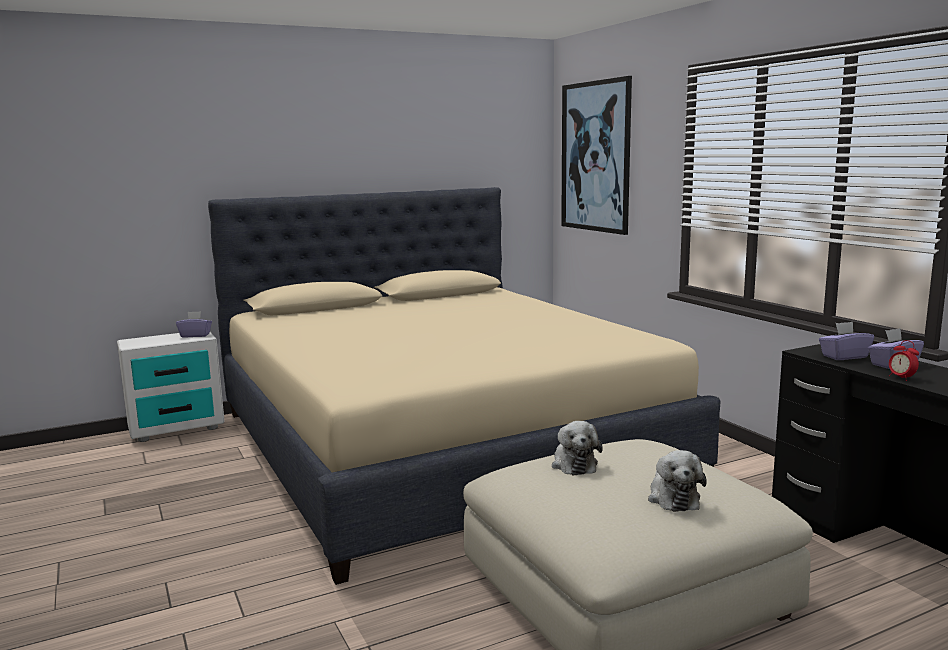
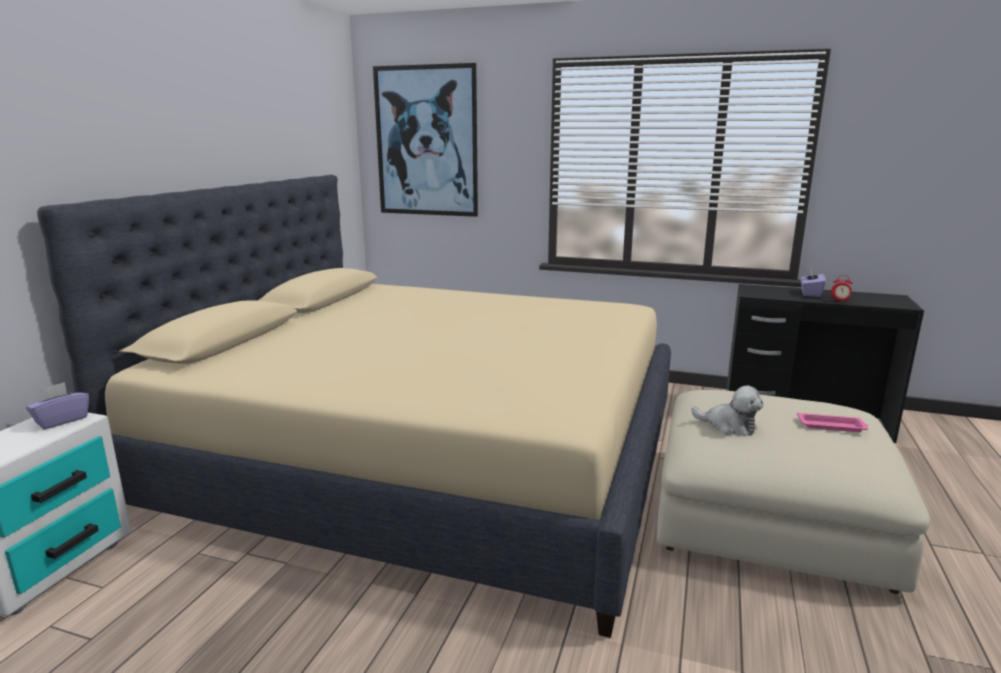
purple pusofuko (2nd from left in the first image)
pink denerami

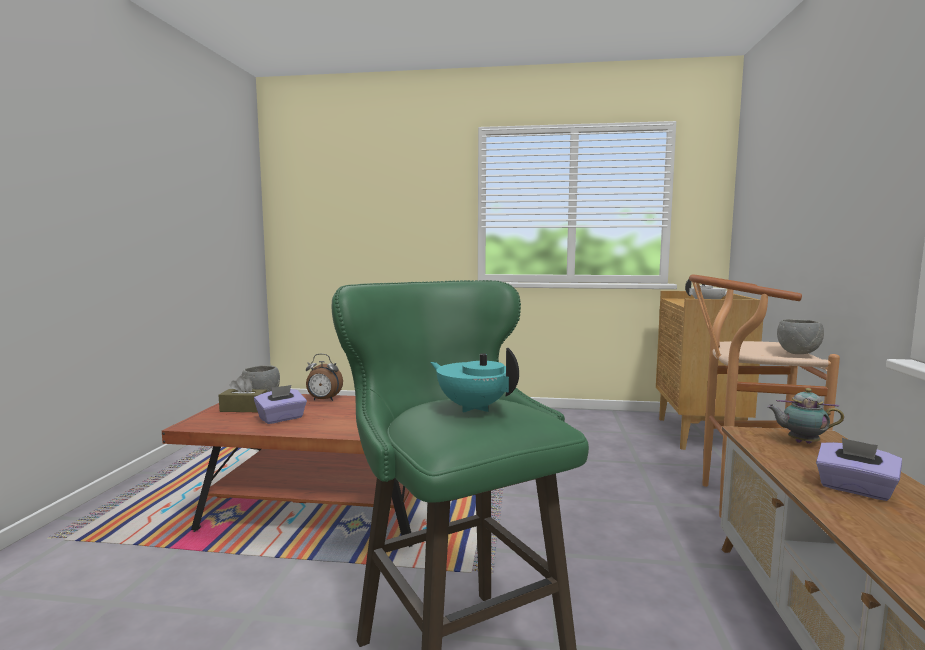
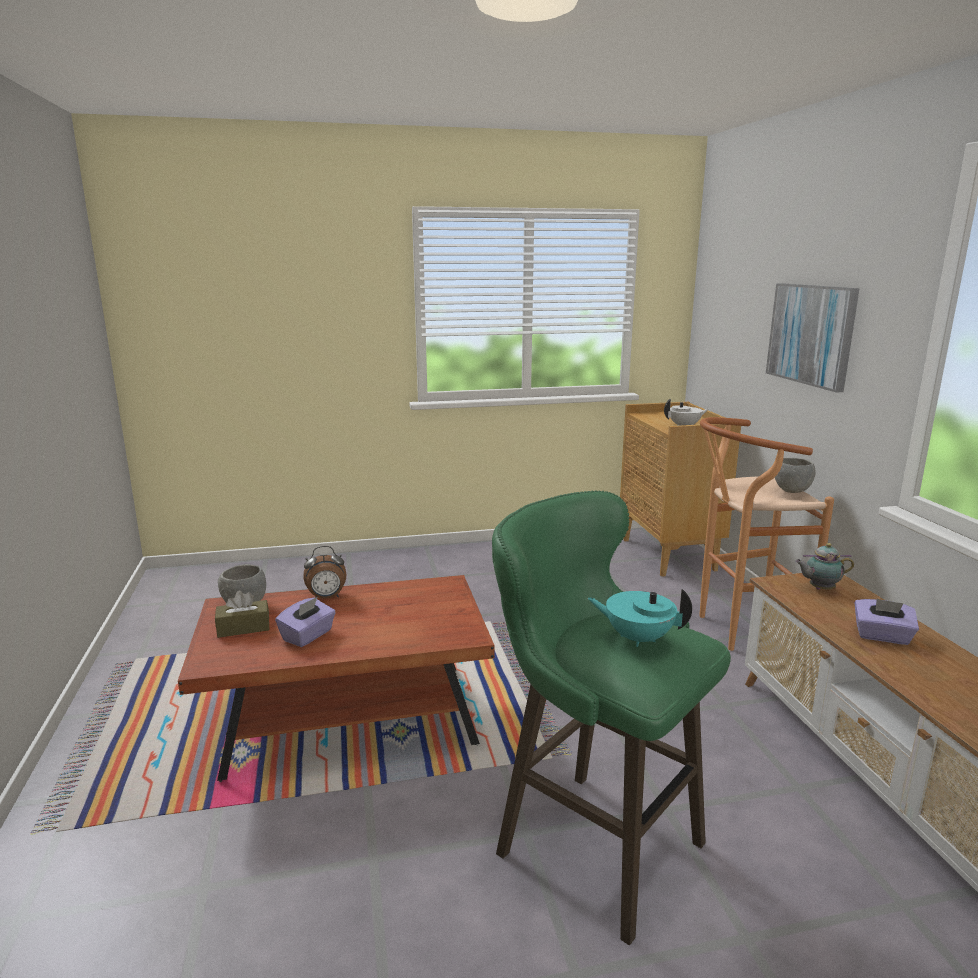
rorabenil

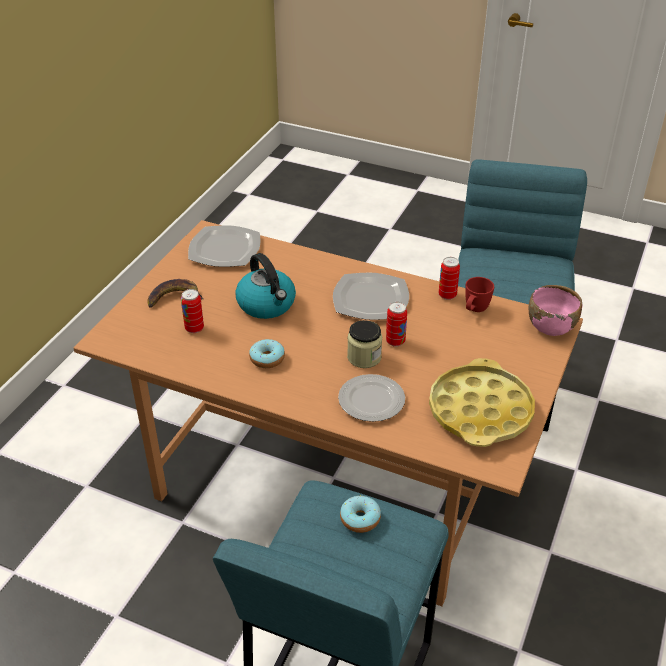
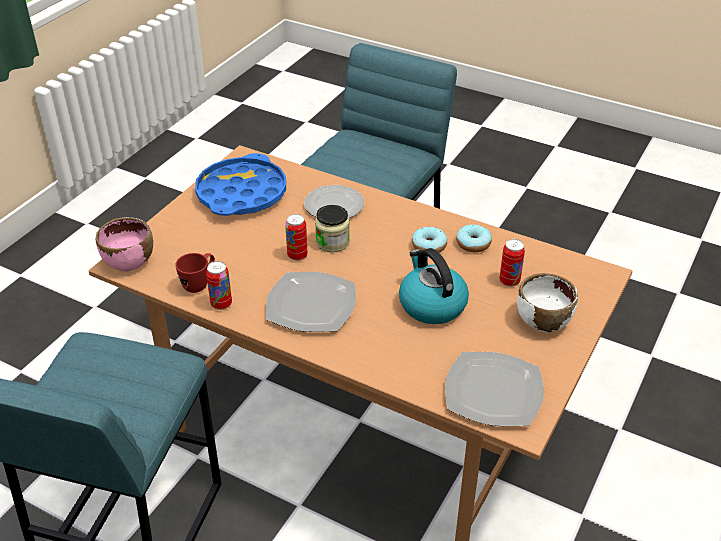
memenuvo (2nd from left)
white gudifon
blue denerami

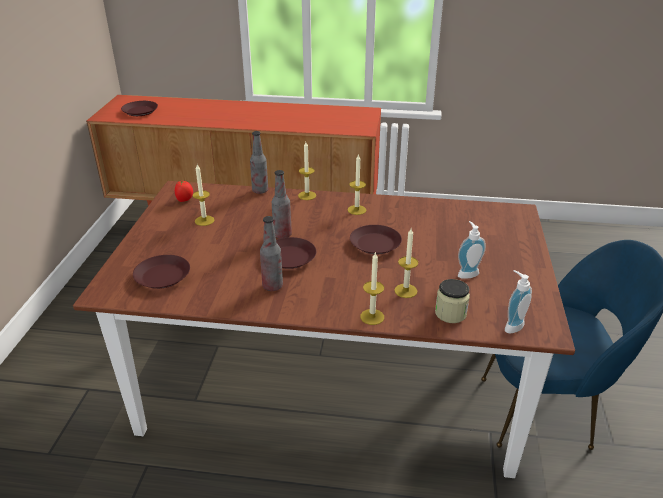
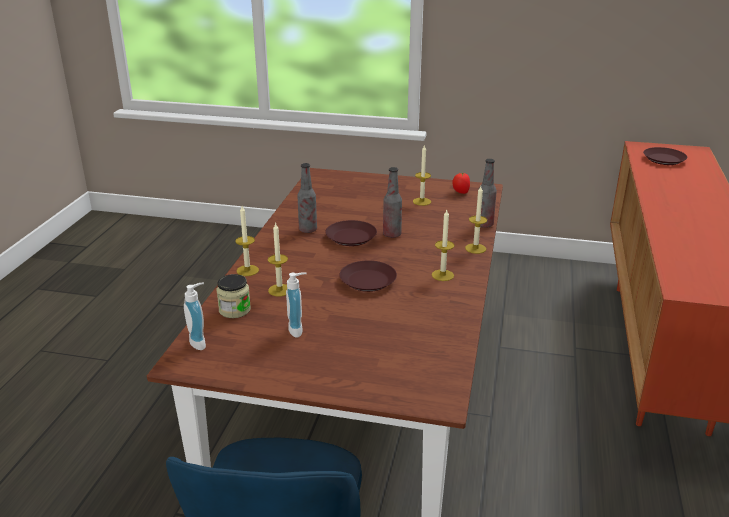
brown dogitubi (2nd from left in the first image)

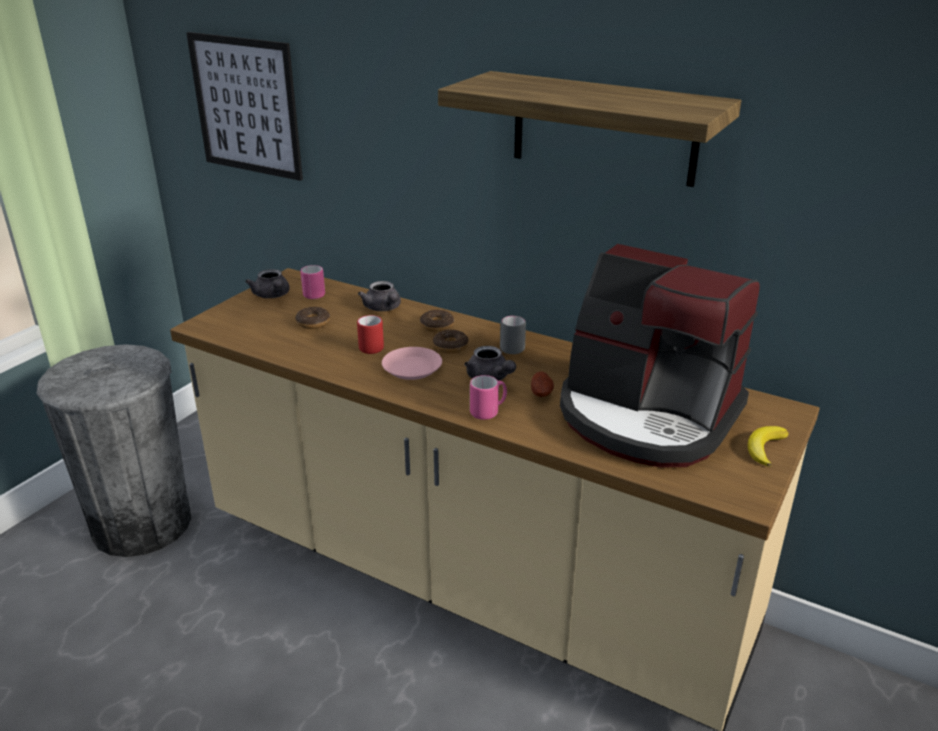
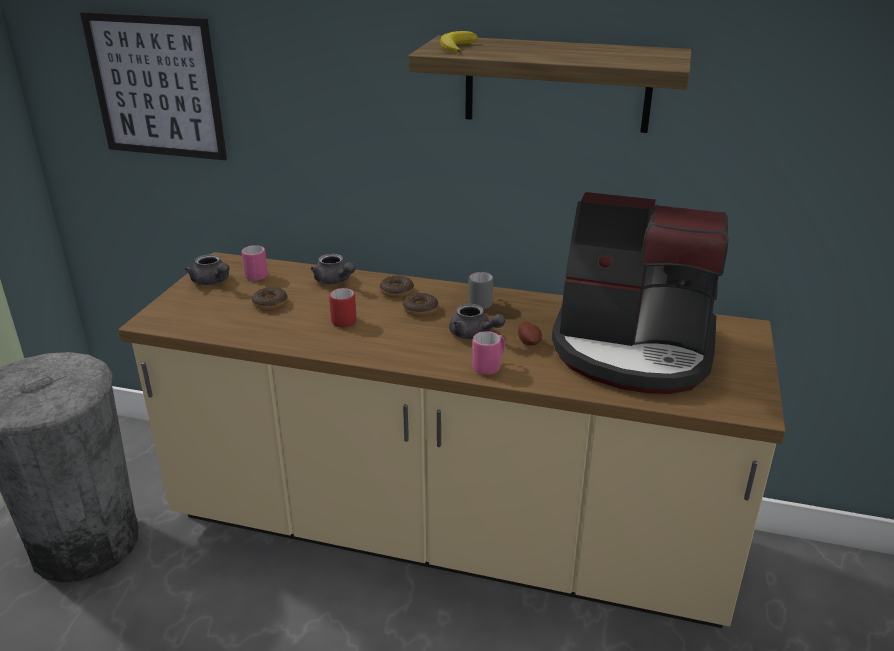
pink dogitubi
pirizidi

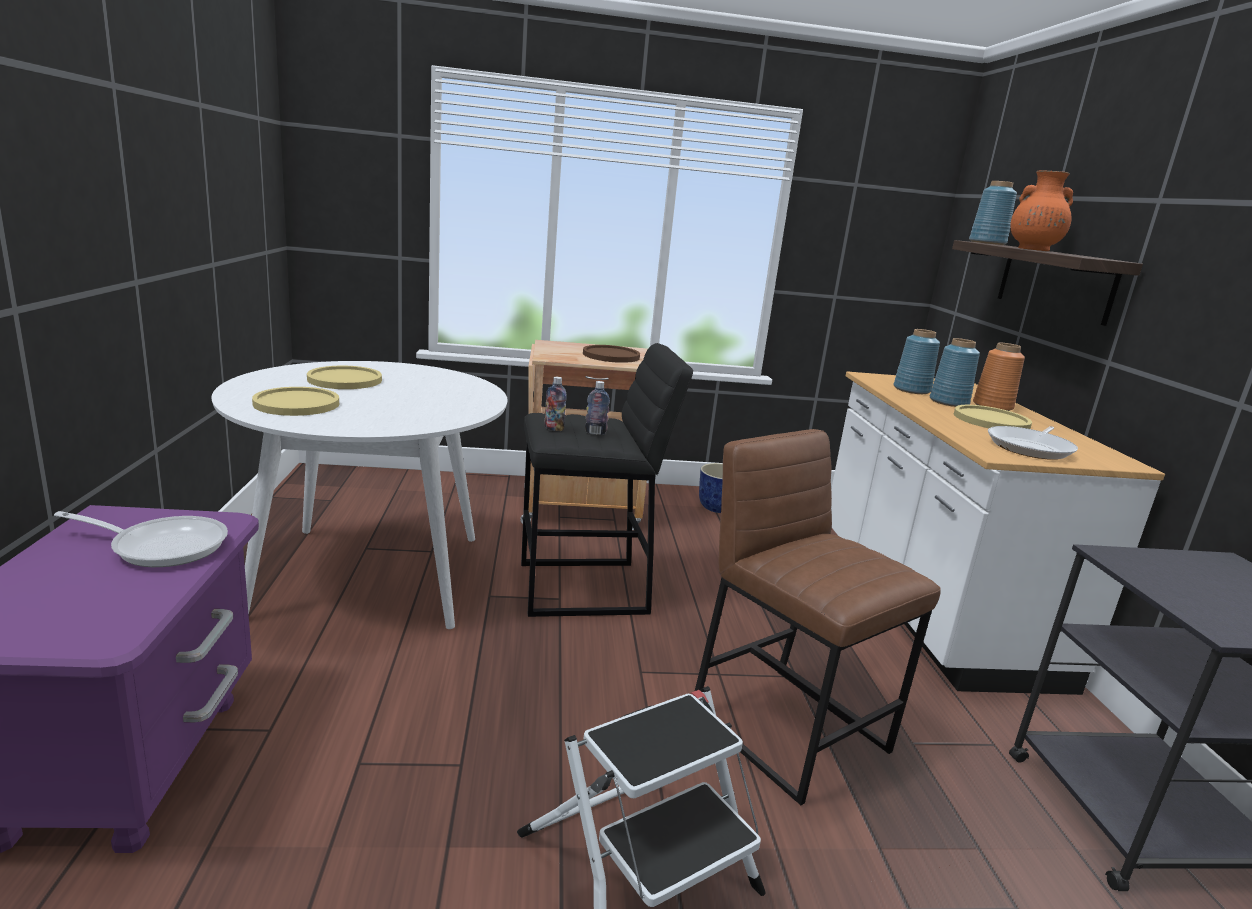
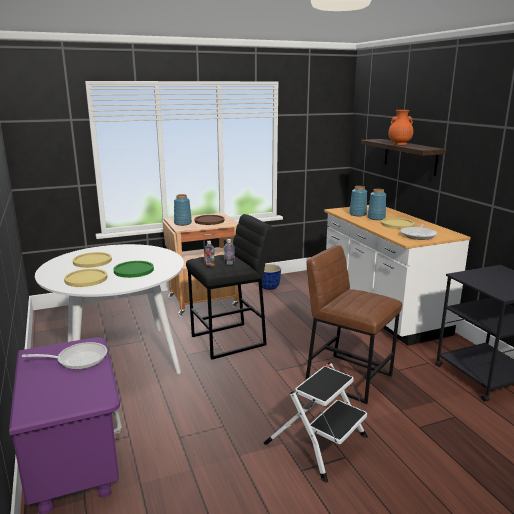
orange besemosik (1st from left in the first image)
green dogitubi
blue besemosik (1st from left)

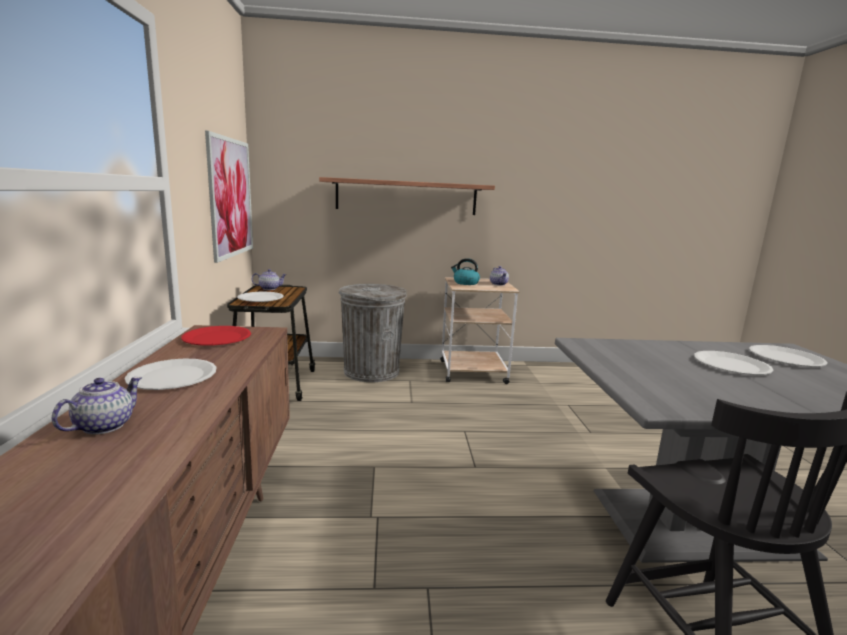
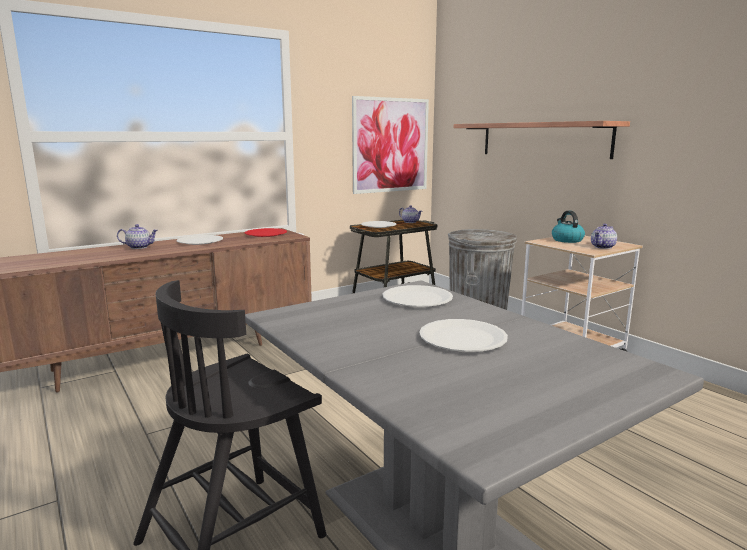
white dogitubi (3rd from left)

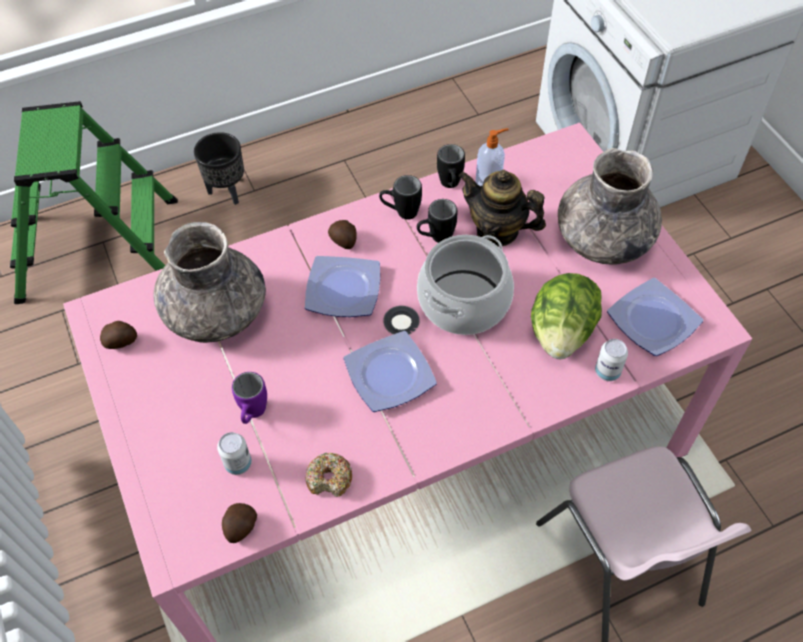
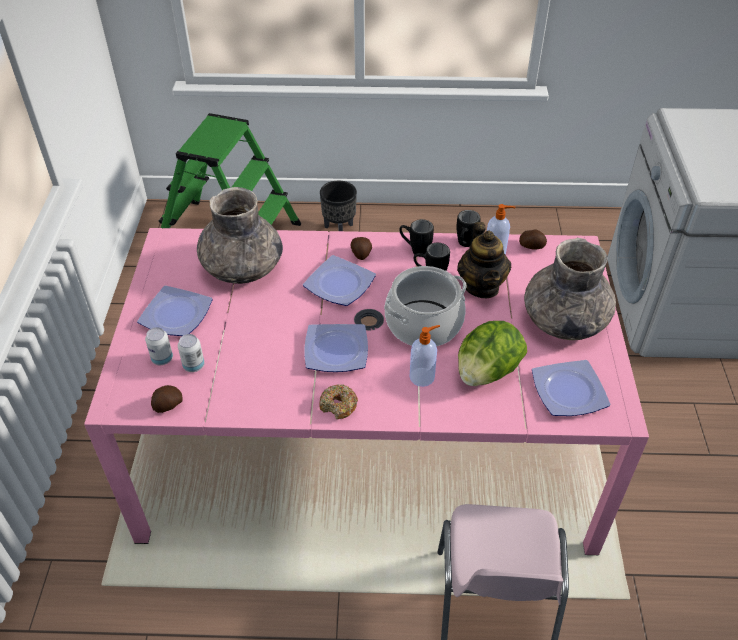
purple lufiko
dogitubi (1st from left)
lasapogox (1st from left)
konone (3rd from left)
memenuvo
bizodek (1st from left)
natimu

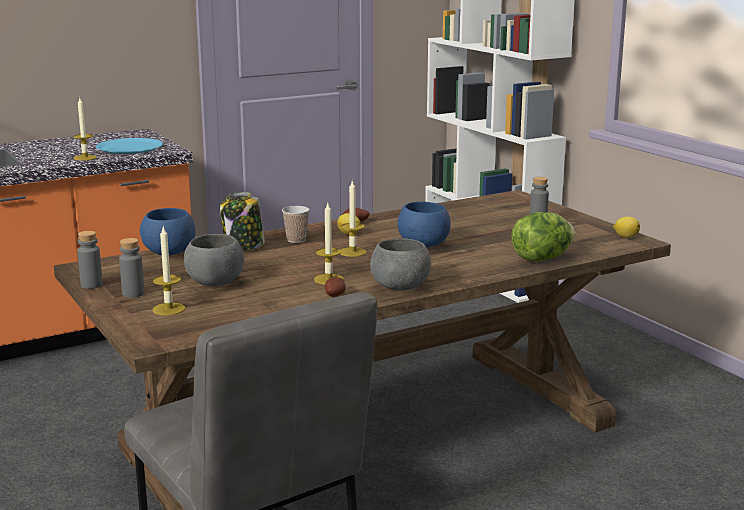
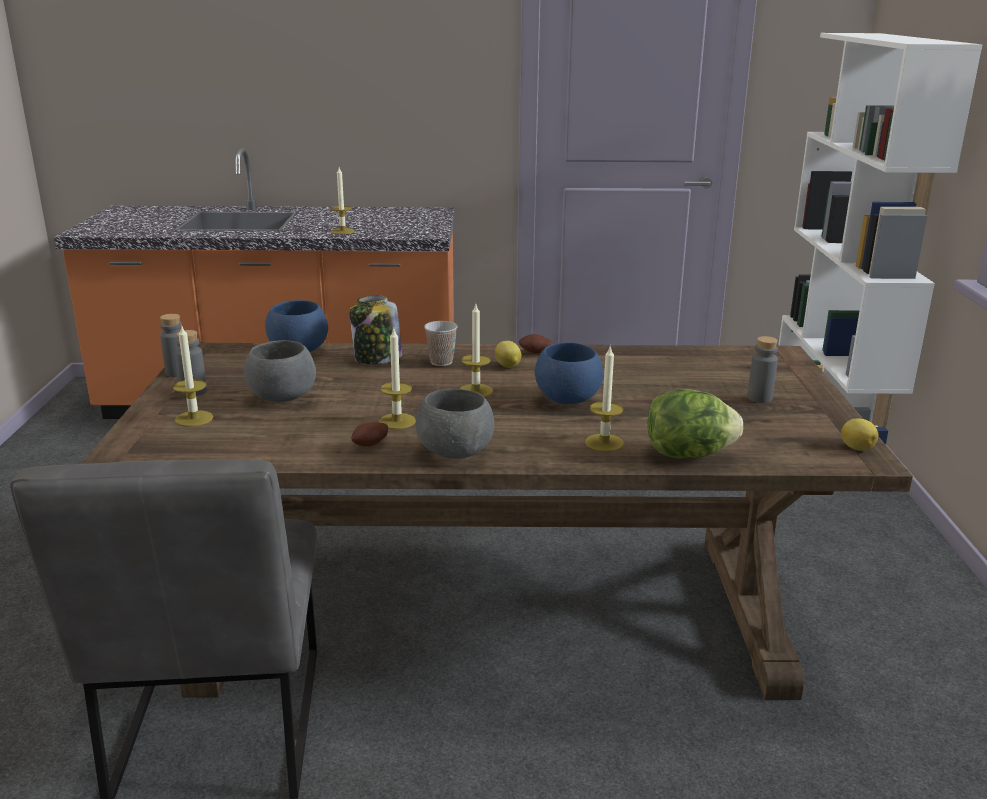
blue dogitubi
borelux (5th from left)

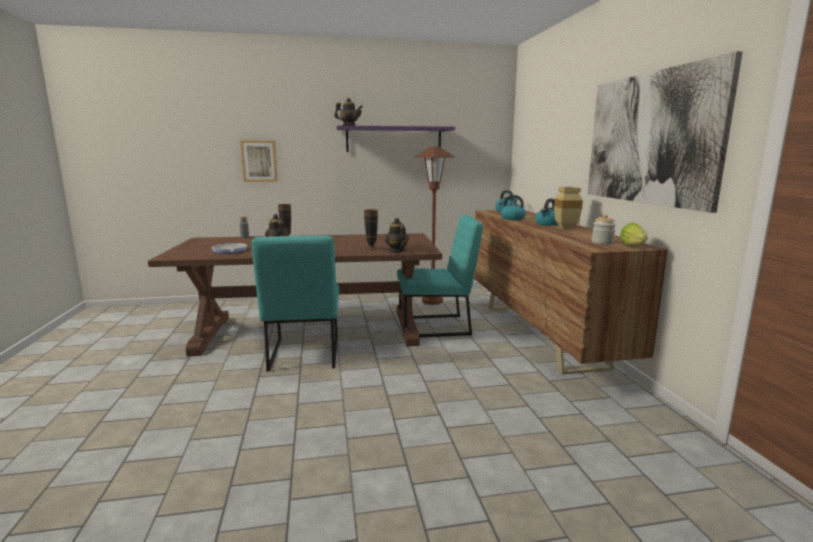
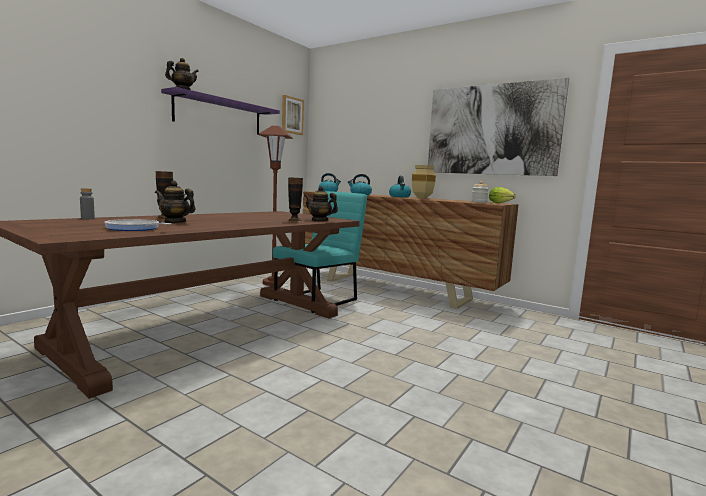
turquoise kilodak (1st from left in the first image)
rorabenil (1st from left)

